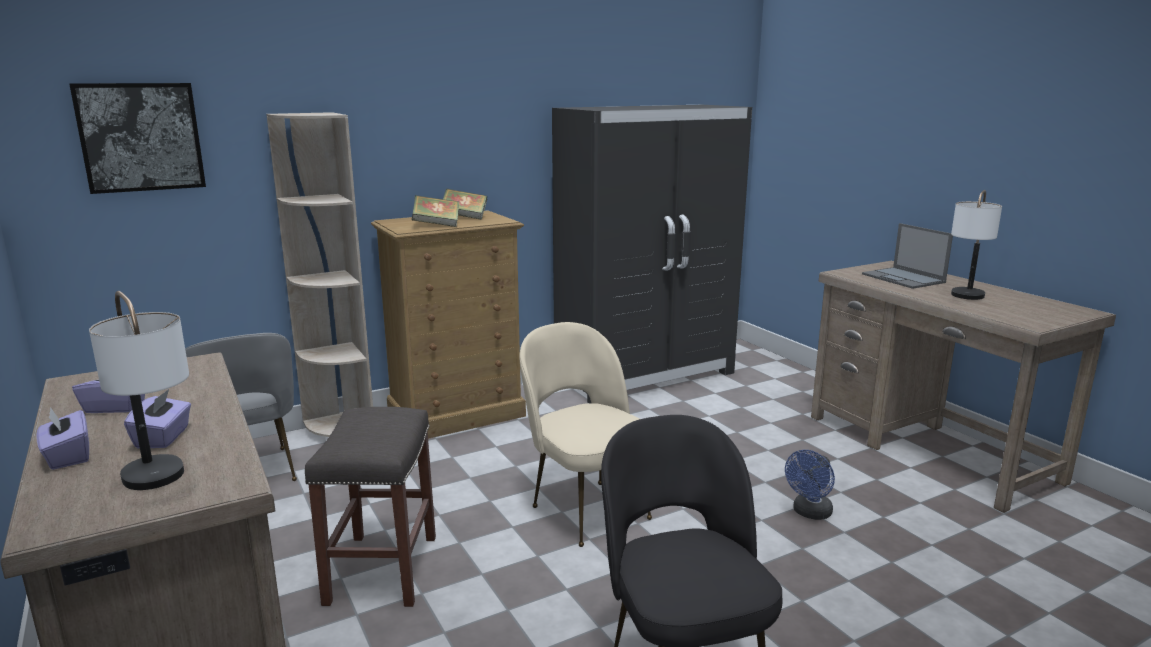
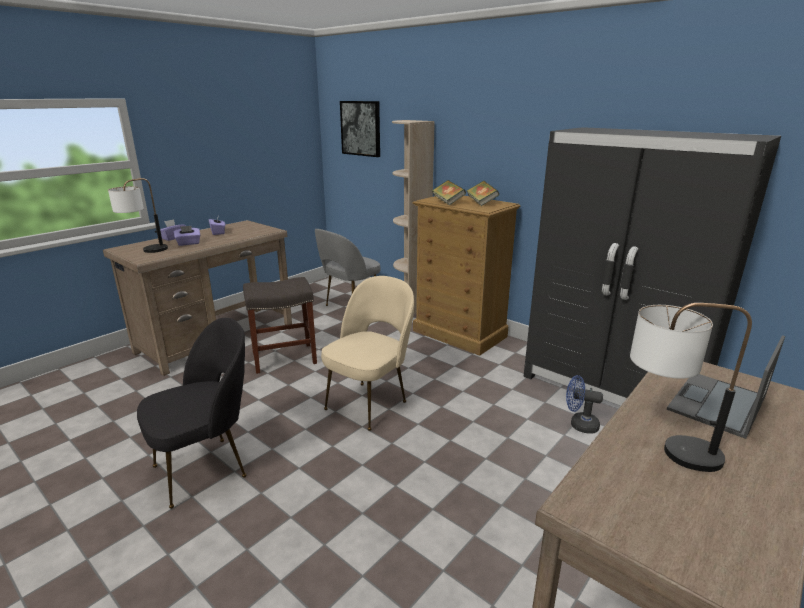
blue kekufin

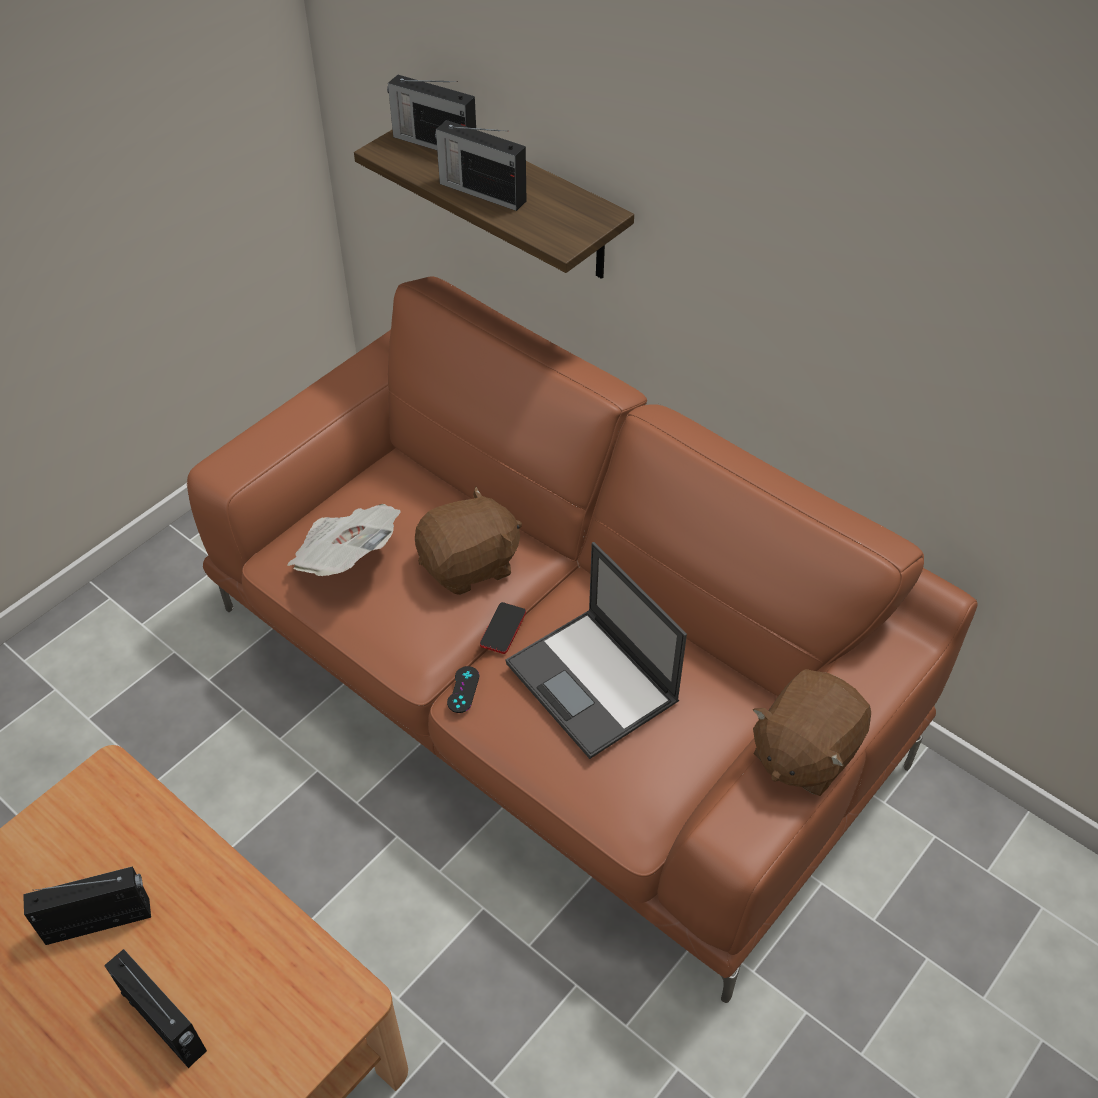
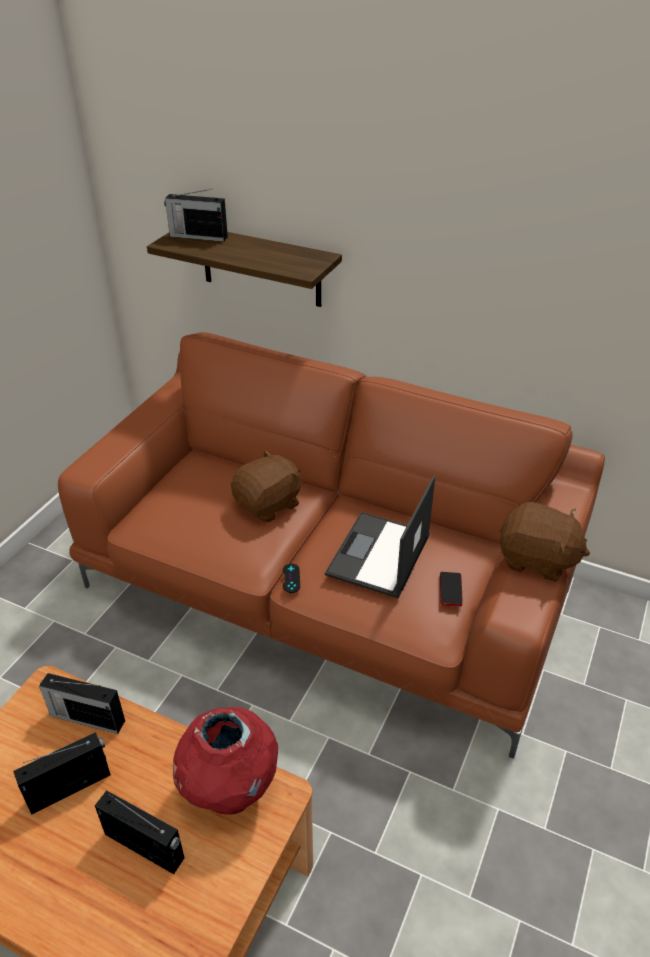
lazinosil
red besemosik
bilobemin (2nd from left)
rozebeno
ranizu
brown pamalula (2nd from left)

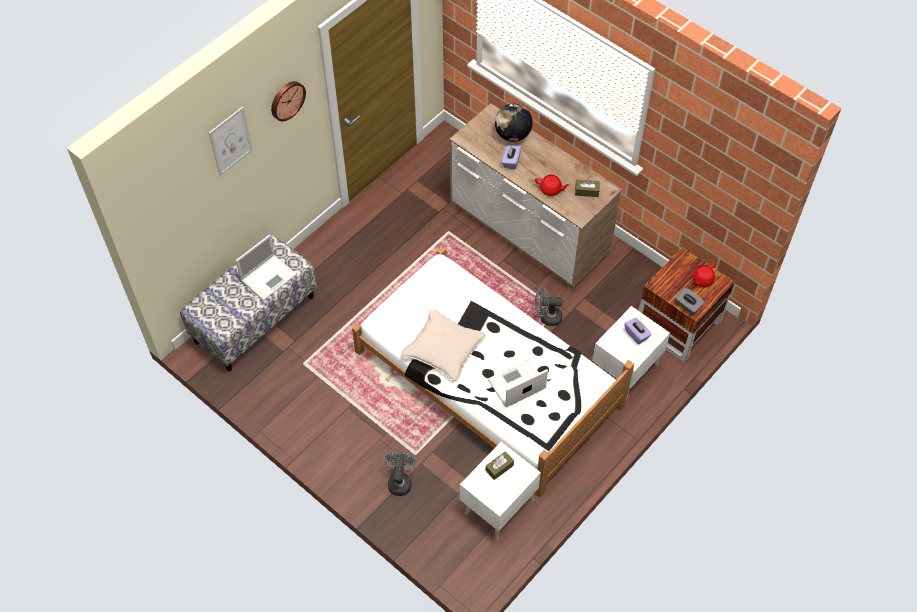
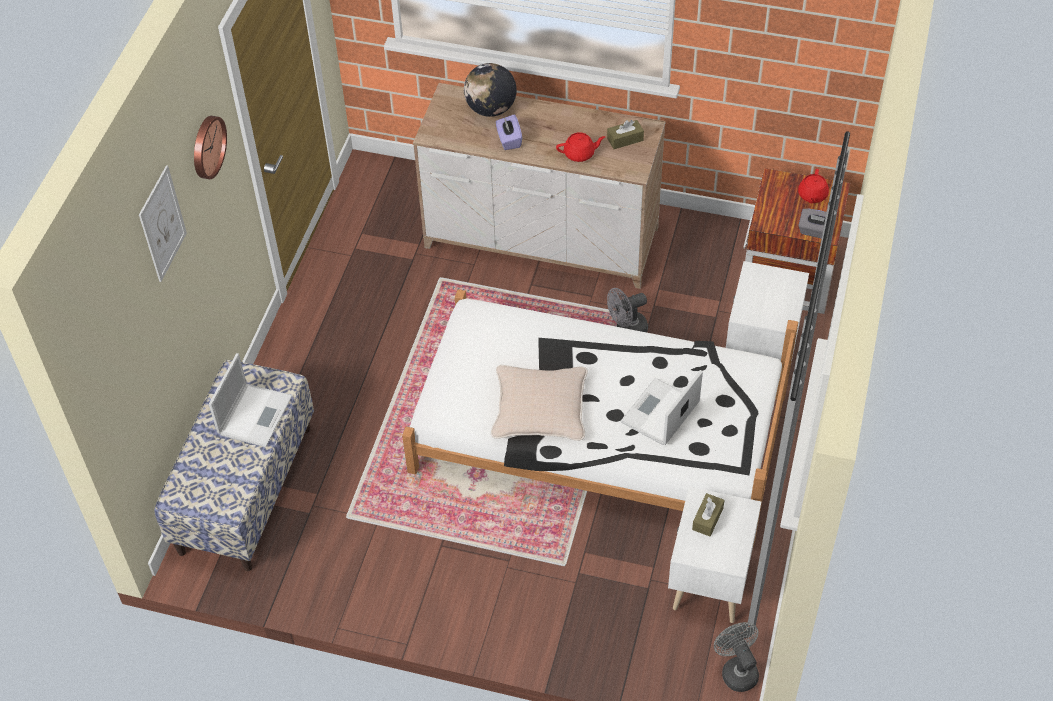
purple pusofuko (2nd from left in the first image)
grey kekufin (2nd from left)

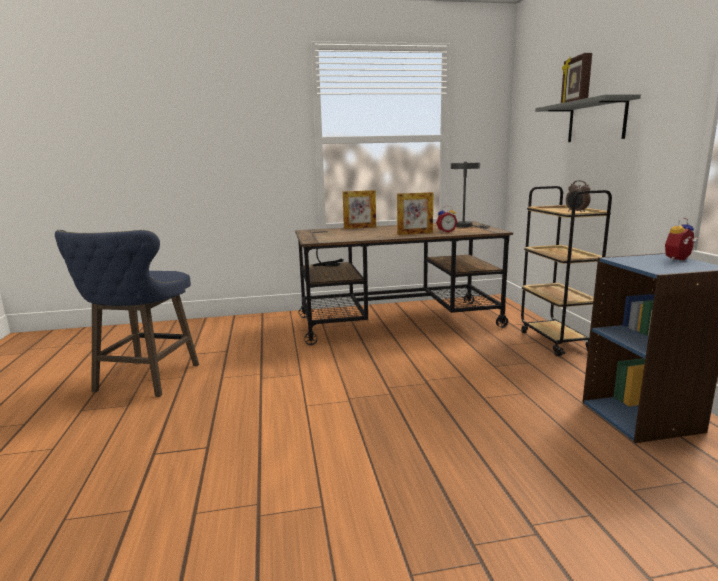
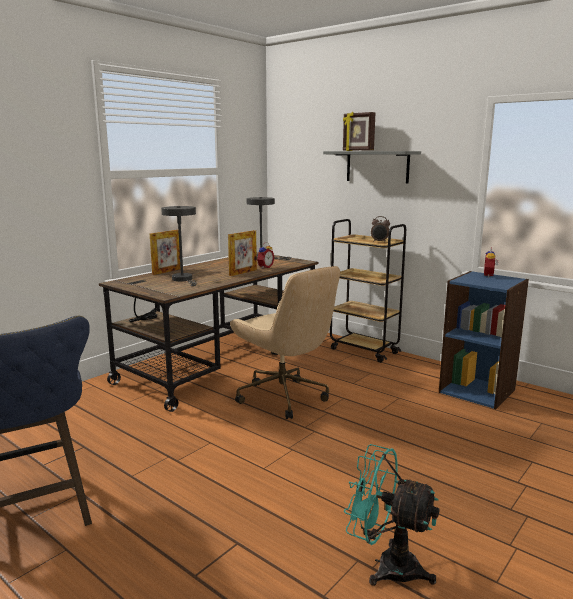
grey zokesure (1st from left)
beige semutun
turquoise kekufin

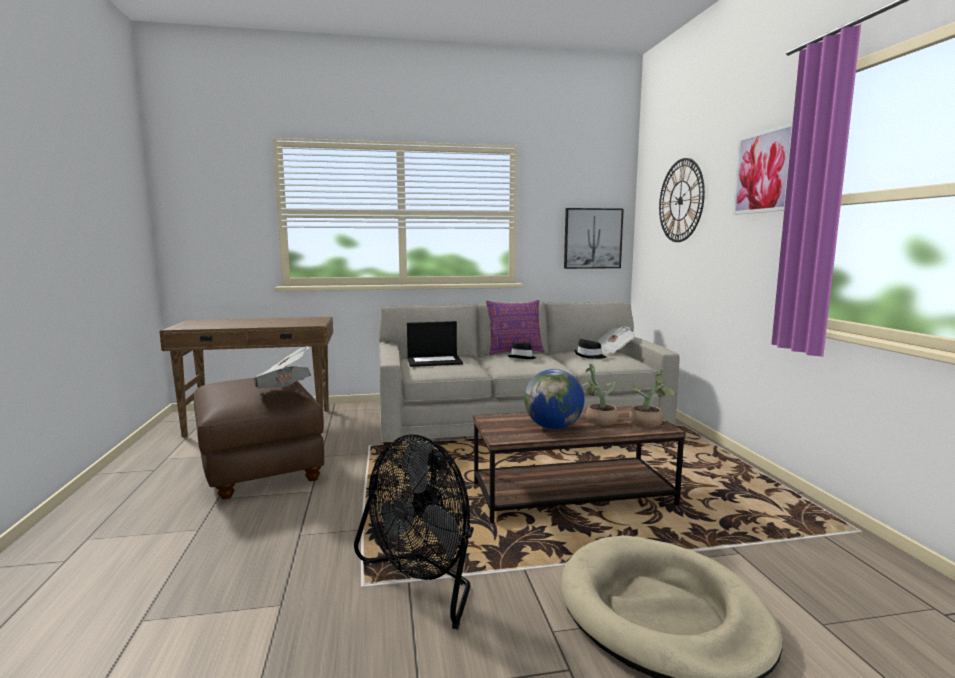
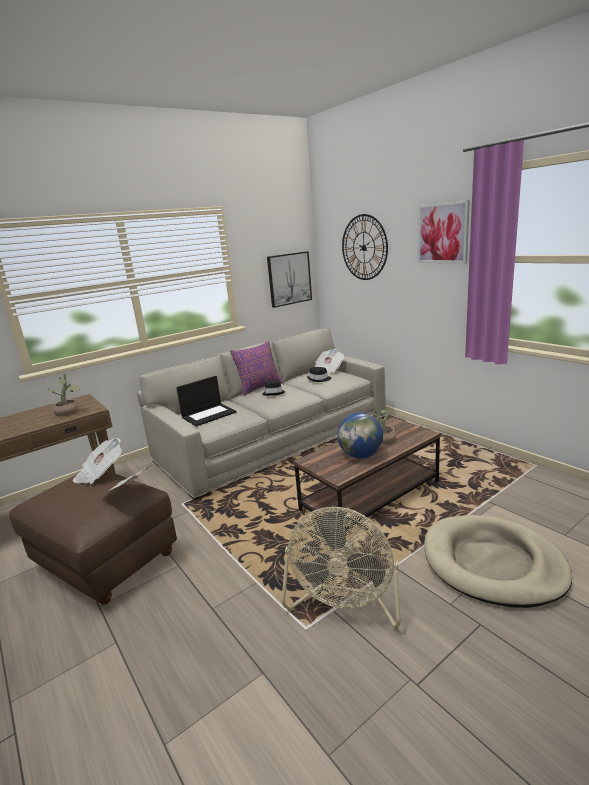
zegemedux (1st from left)
beige kekufin

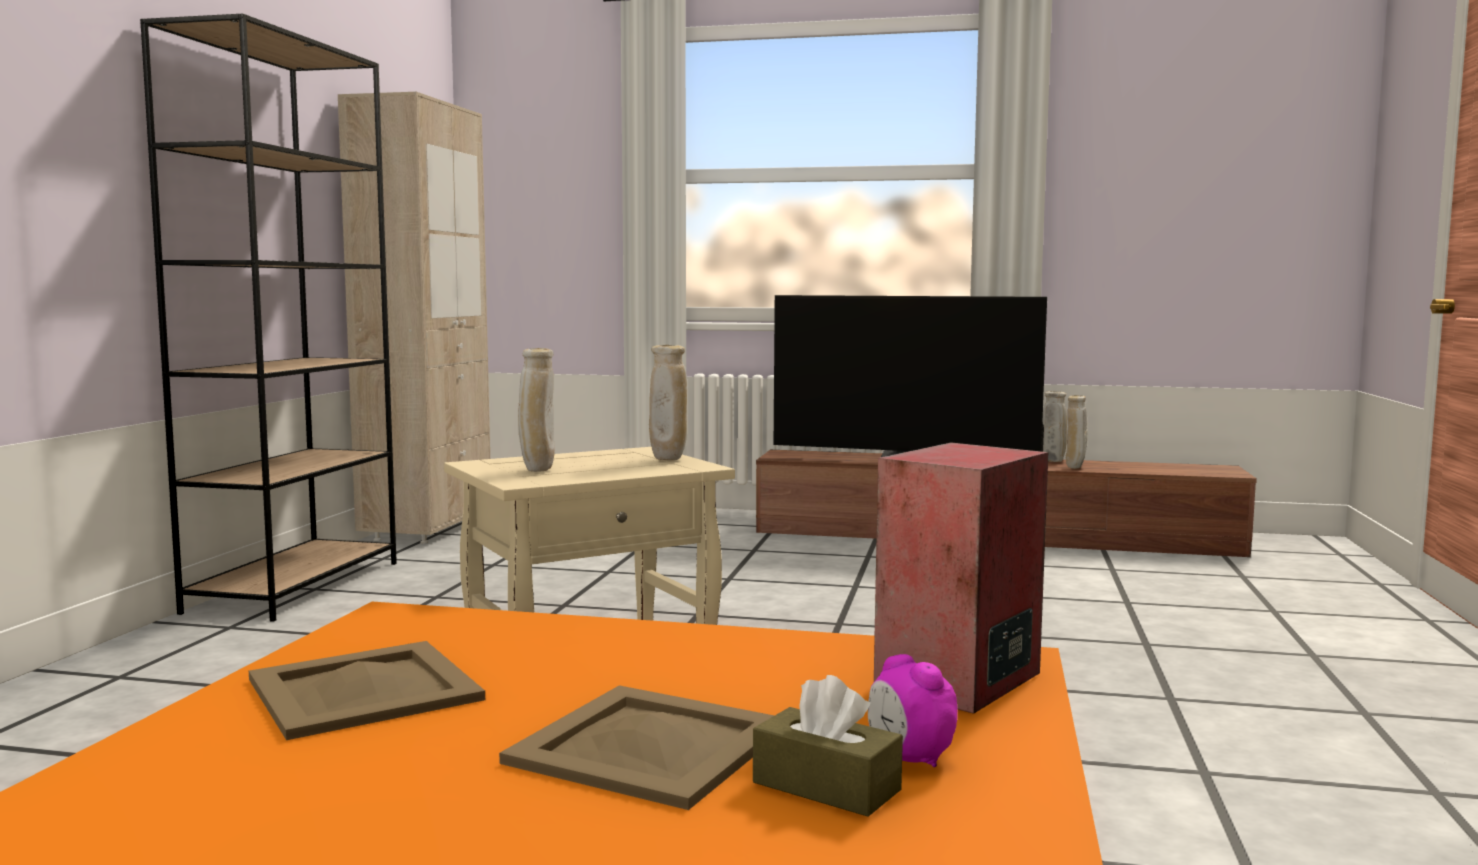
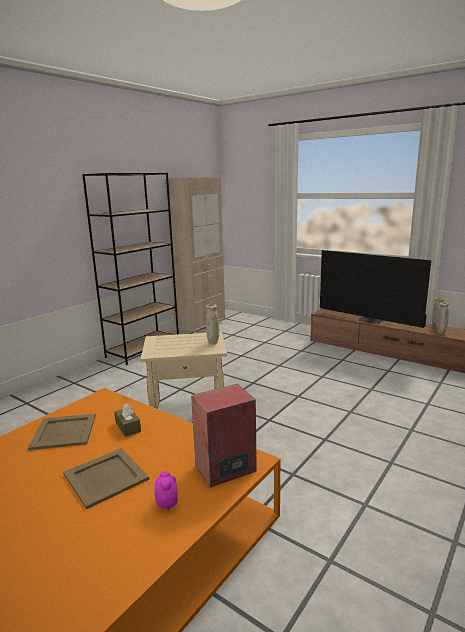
beige besemosik (1st from left in the first image)
brown pusofuko

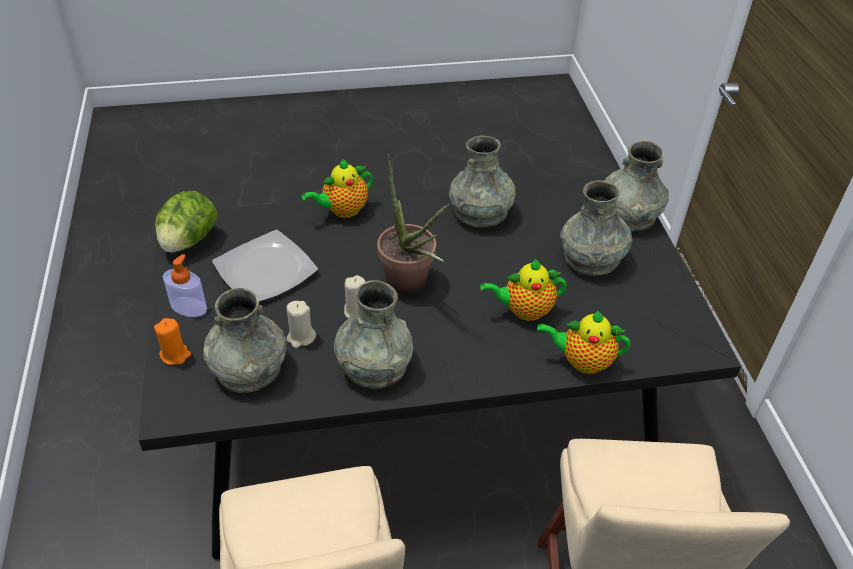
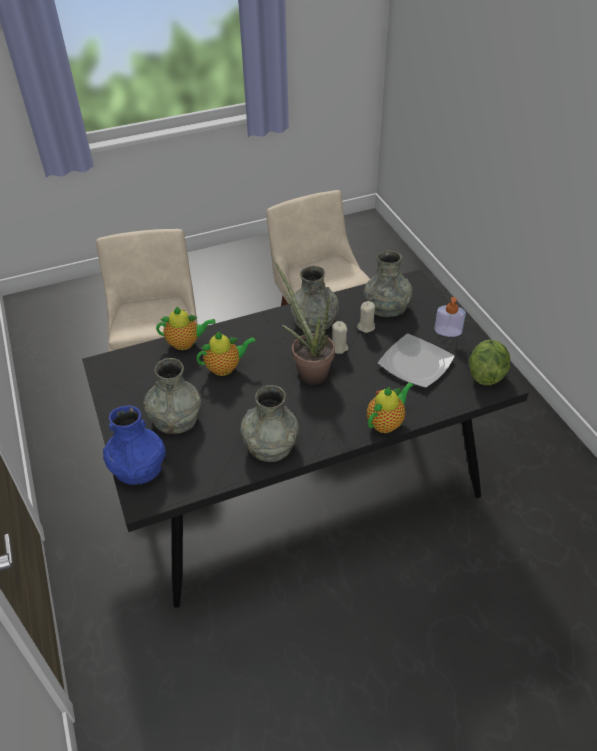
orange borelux
blue besemosik

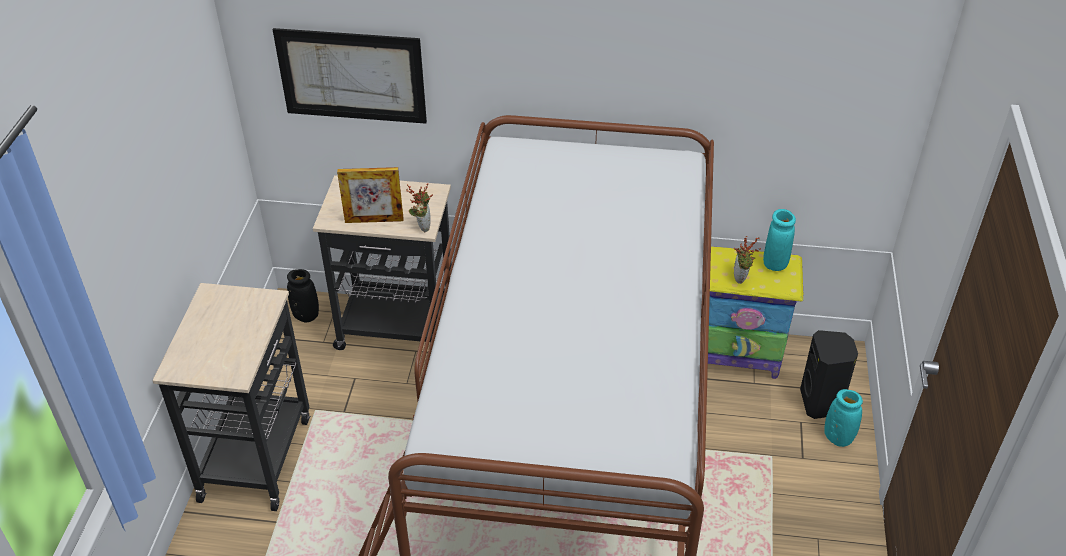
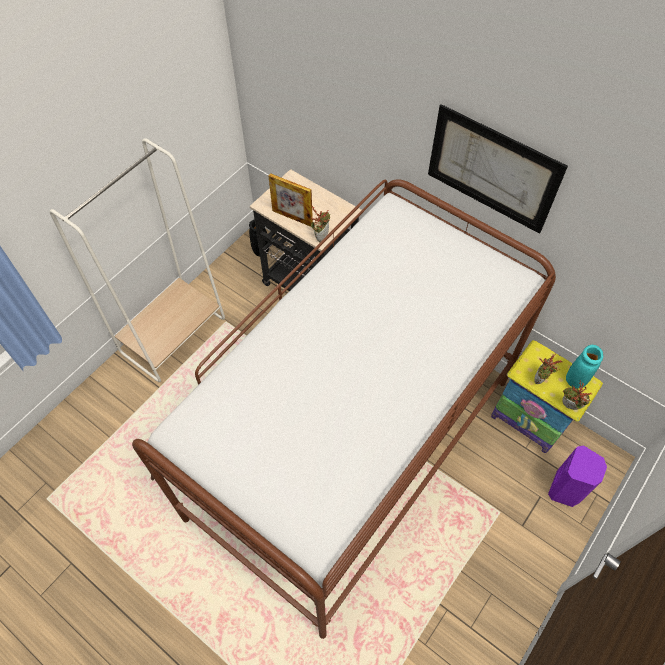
turquoise besemosik (2nd from left in the first image)
zegemedux (3rd from left)
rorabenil
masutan
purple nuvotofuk

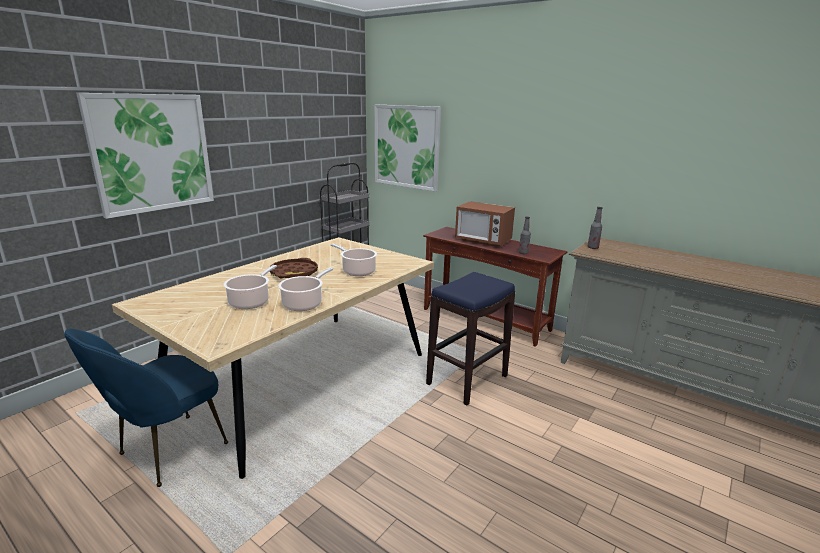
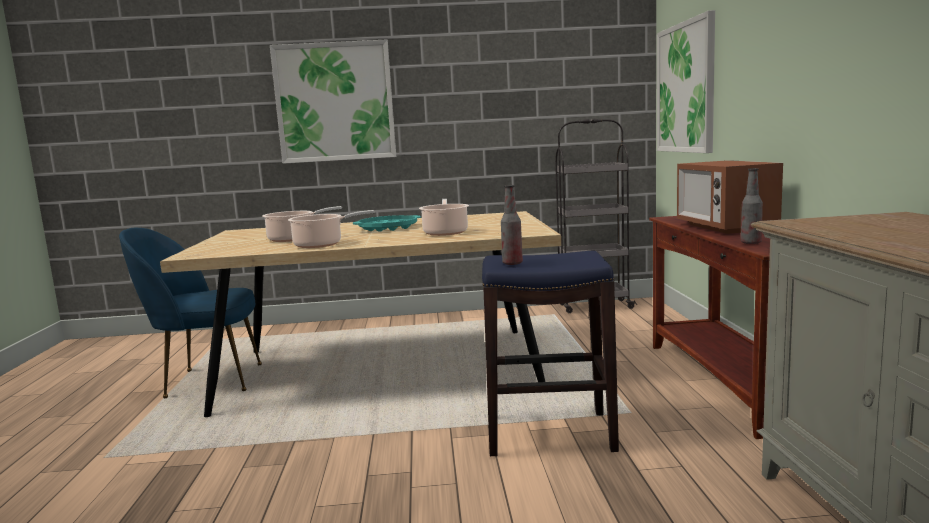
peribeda (1st from left)
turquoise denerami

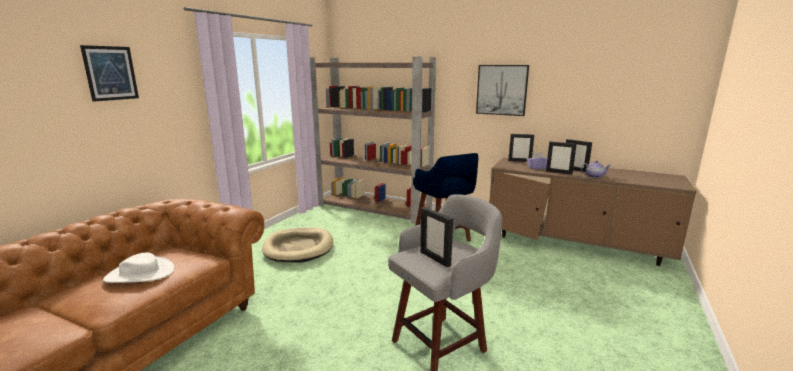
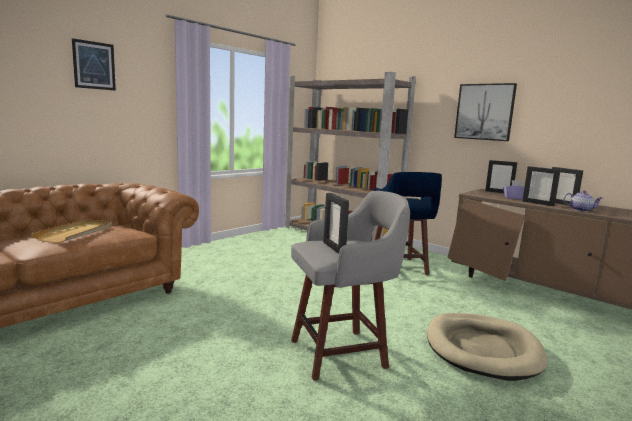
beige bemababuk
beige denerami

